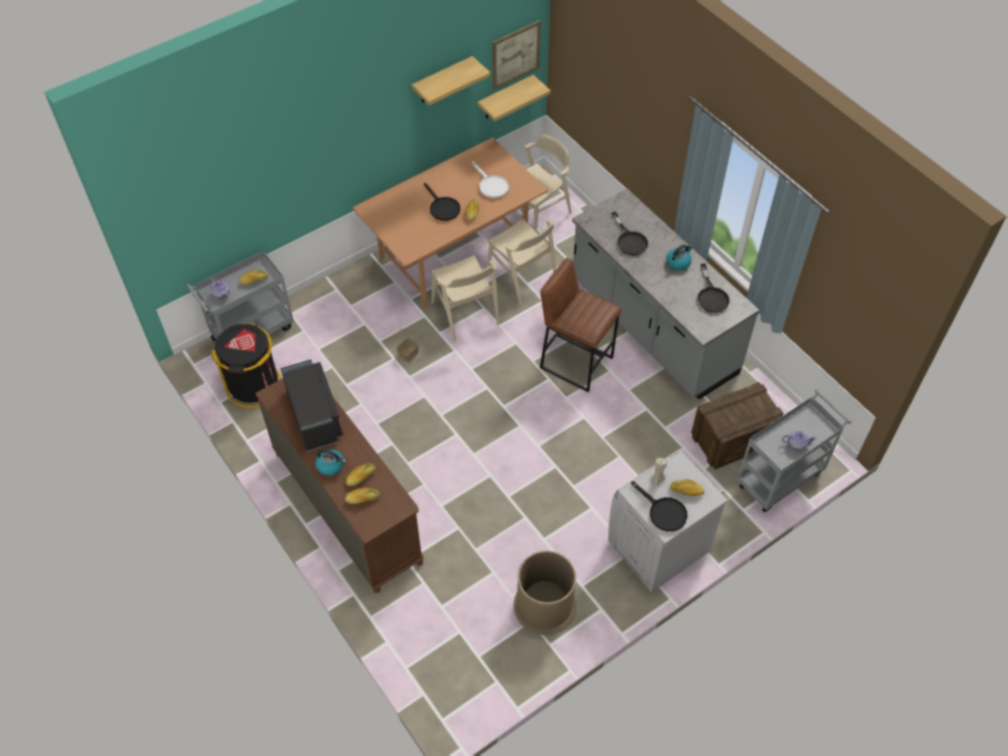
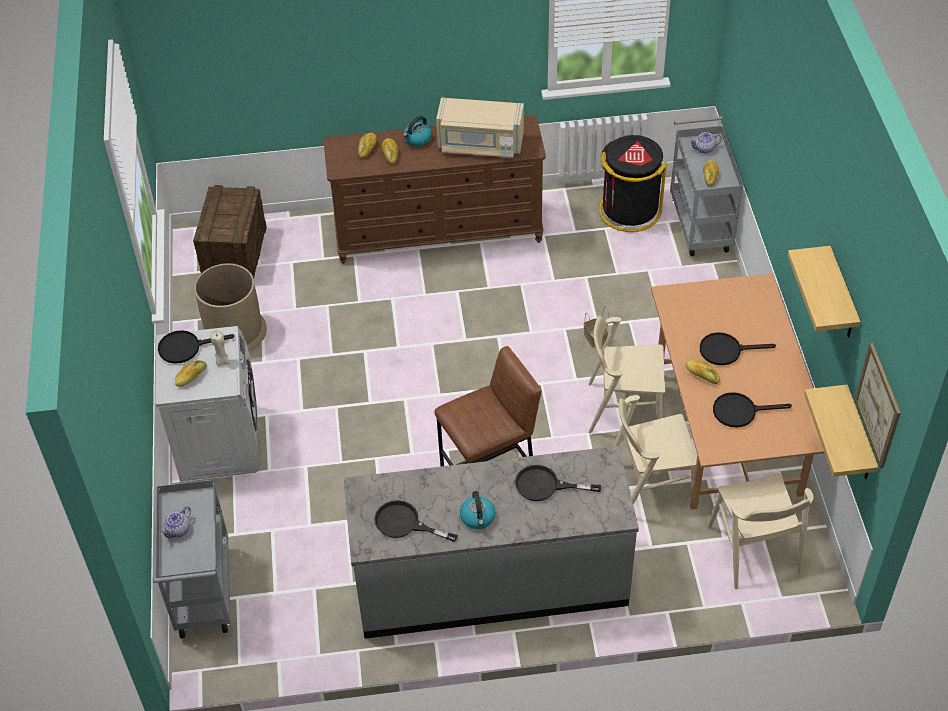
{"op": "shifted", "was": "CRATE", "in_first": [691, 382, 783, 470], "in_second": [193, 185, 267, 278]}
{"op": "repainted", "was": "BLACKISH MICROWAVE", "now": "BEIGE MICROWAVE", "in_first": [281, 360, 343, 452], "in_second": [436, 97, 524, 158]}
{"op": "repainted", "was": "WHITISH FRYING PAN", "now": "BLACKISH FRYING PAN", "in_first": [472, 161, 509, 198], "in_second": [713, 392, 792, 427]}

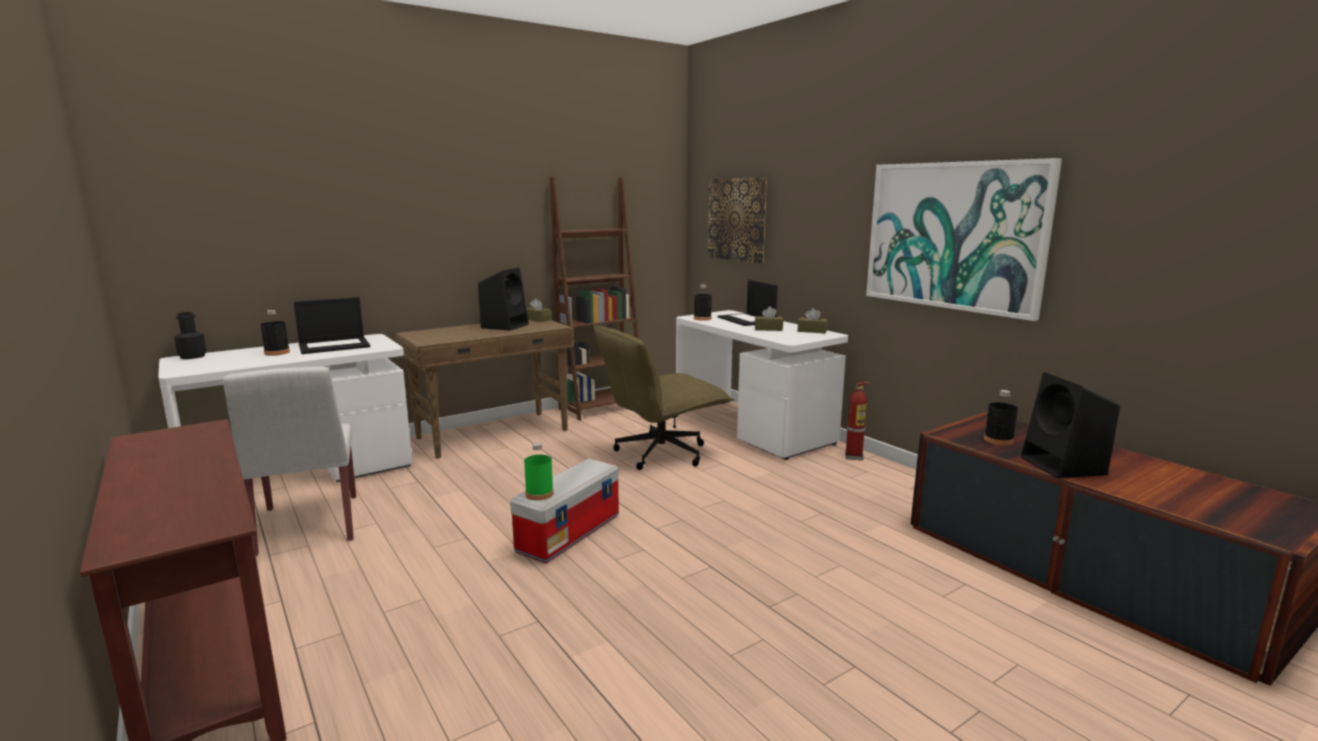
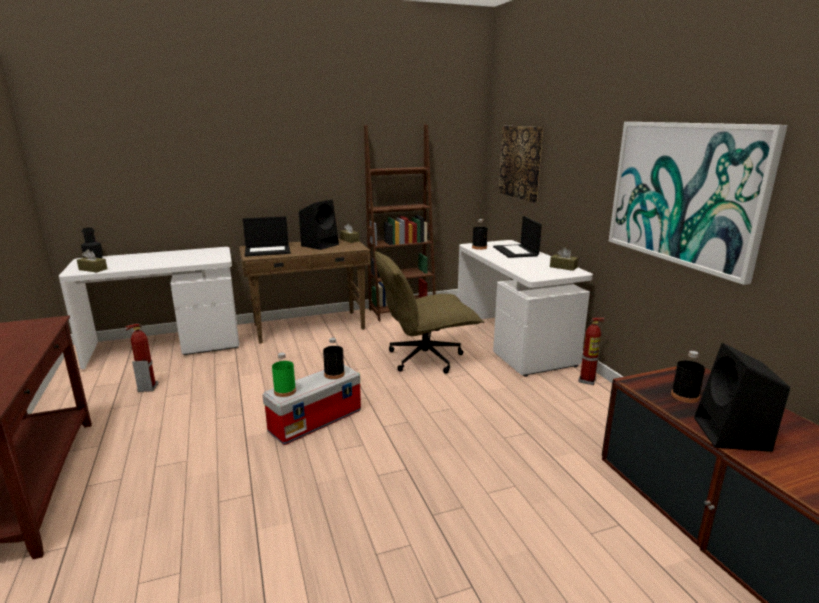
{"op": "shifted", "was": "BLACKISH BEVERAGE BOTTLE", "in_first": [260, 310, 290, 356], "in_second": [323, 338, 345, 379]}
{"op": "shifted", "was": "LAPTOP", "in_first": [294, 297, 370, 354], "in_second": [243, 216, 290, 257]}
{"op": "shifted", "was": "BROWN-COLOURED TISSUE HOLDER", "in_first": [755, 306, 783, 331], "in_second": [77, 250, 107, 273]}
{"op": "swapped", "was": "WHITISH UPRIGHT CHAIR", "now": "EXTINGUISHER", "in_first": [223, 367, 356, 557], "in_second": [125, 324, 158, 392]}

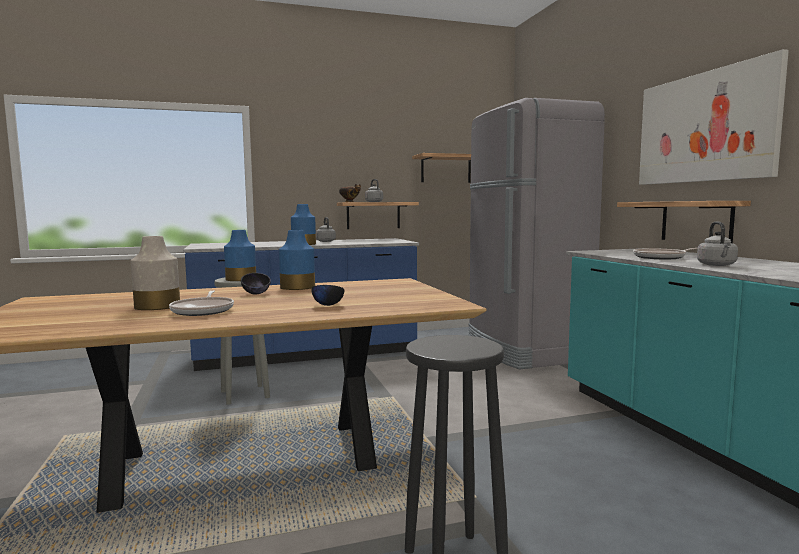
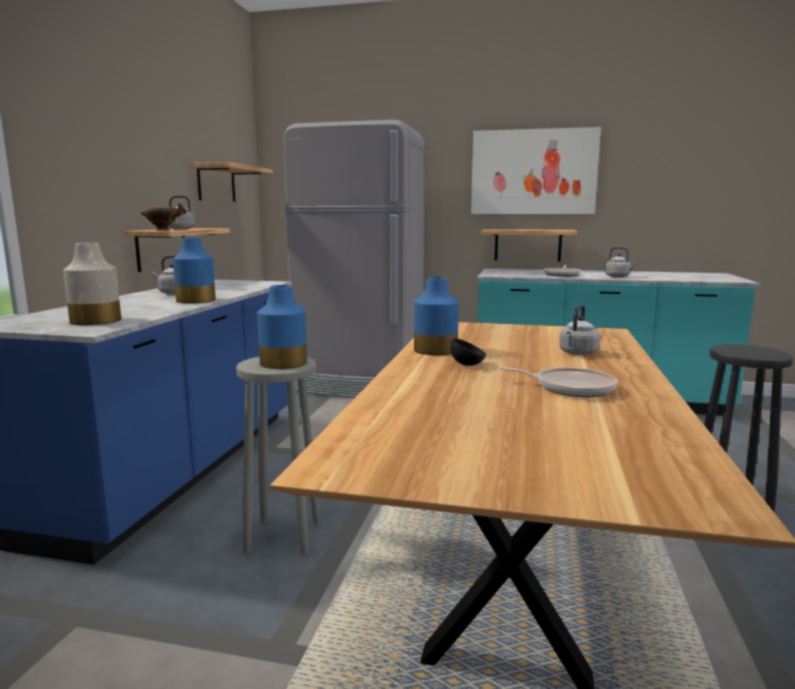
{"op": "shifted", "was": "BEIGE FLOWER VASE", "in_first": [131, 236, 180, 310], "in_second": [63, 243, 121, 325]}
{"op": "swapped", "was": "BLACKISH DEEP DISH", "now": "GREY WATER KETTLE", "in_first": [311, 285, 345, 306], "in_second": [559, 304, 601, 355]}

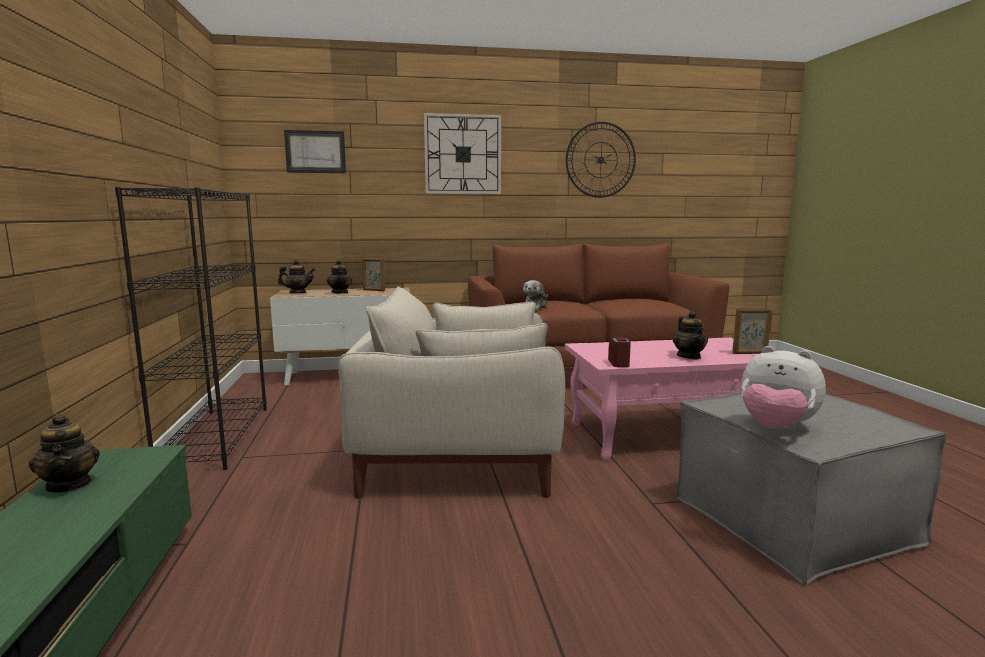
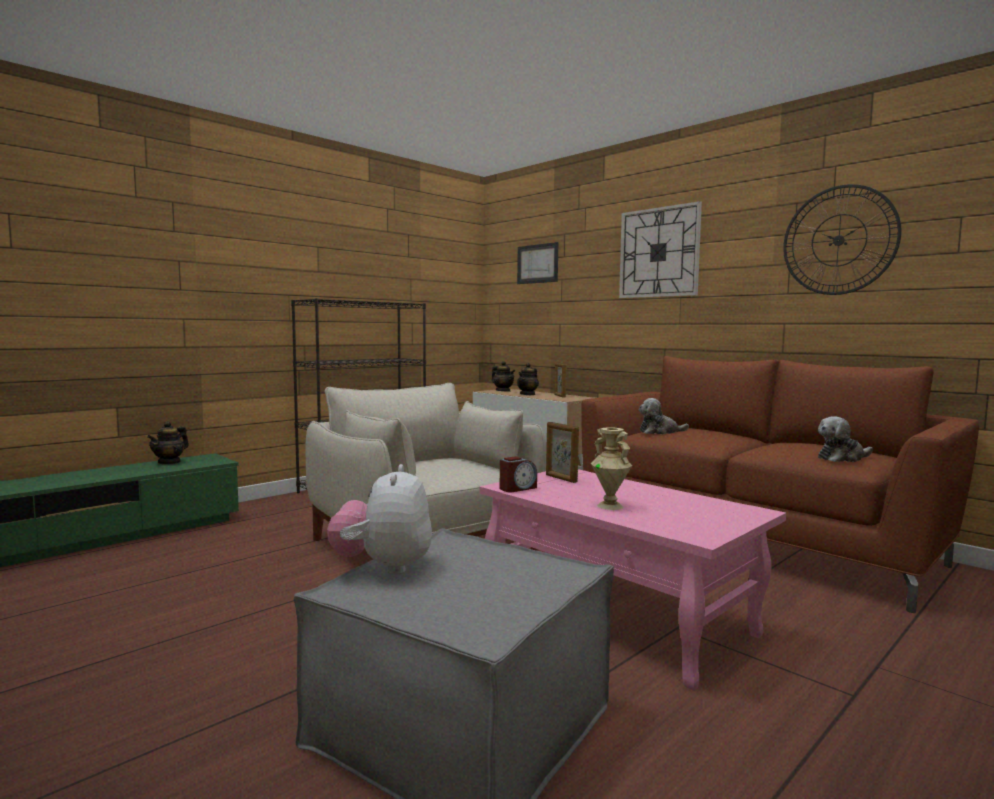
{"op": "new", "now": "CUDDLY TOY", "in_second": [818, 416, 873, 462]}
{"op": "shifted", "was": "PICTURE FRAME", "in_first": [732, 308, 772, 354], "in_second": [546, 422, 579, 483]}
{"op": "swapped", "was": "TEAPOT", "now": "BEIGE FLOWER VASE", "in_first": [673, 311, 708, 359], "in_second": [591, 427, 632, 510]}

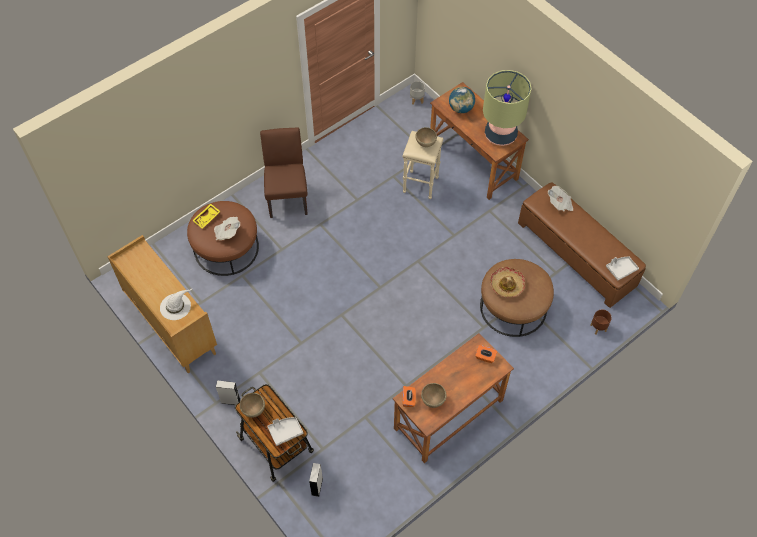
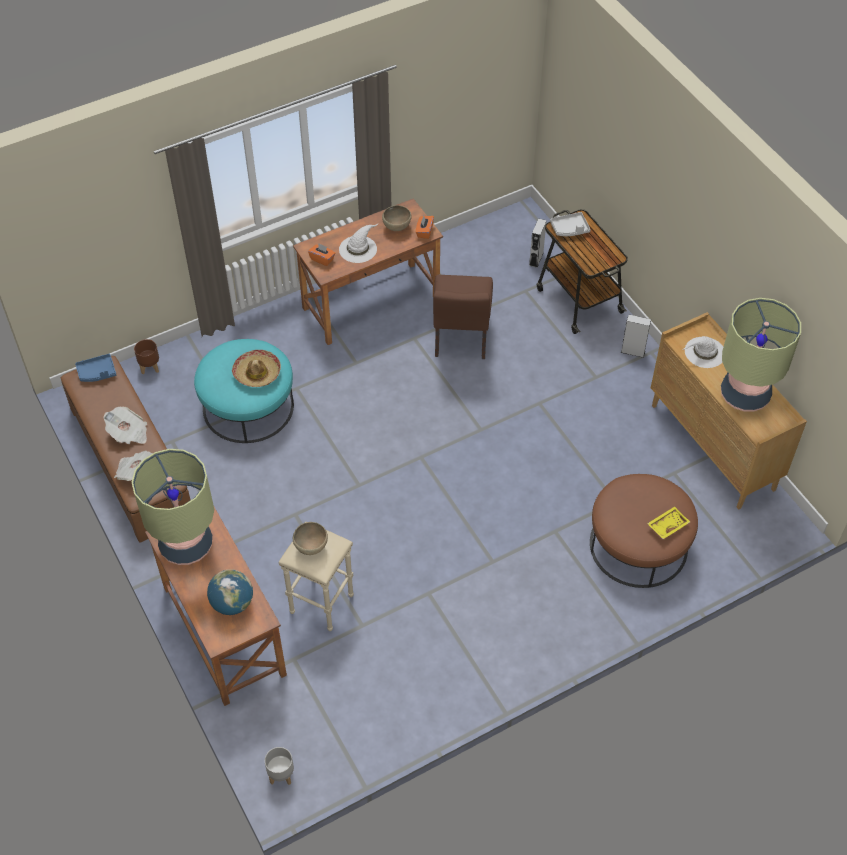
{"op": "gone", "was": "BROWN-COLOURED DEEP DISH", "in_first": [240, 393, 265, 418]}
{"op": "new", "now": "WHITISH WEARABLE HAT", "in_second": [339, 223, 379, 263]}
{"op": "new", "now": "TABLETOP LAMP", "in_second": [721, 298, 801, 412]}
{"op": "shifted", "was": "NEWSPAPER", "in_first": [214, 217, 240, 240], "in_second": [103, 407, 147, 444]}
{"op": "shifted", "was": "BROWN-COLOURED UPRIGHT CHAIR", "in_first": [260, 128, 308, 218], "in_second": [433, 274, 493, 359]}
{"op": "repainted", "was": "BROWN-COLOURED POUFFE", "now": "TURQUOISE-COLOURED POUFFE", "in_first": [480, 259, 554, 337], "in_second": [194, 339, 294, 443]}
{"op": "repainted", "was": "GREY TRAY", "now": "BLUE TRAY", "in_first": [606, 257, 639, 280], "in_second": [75, 354, 116, 382]}

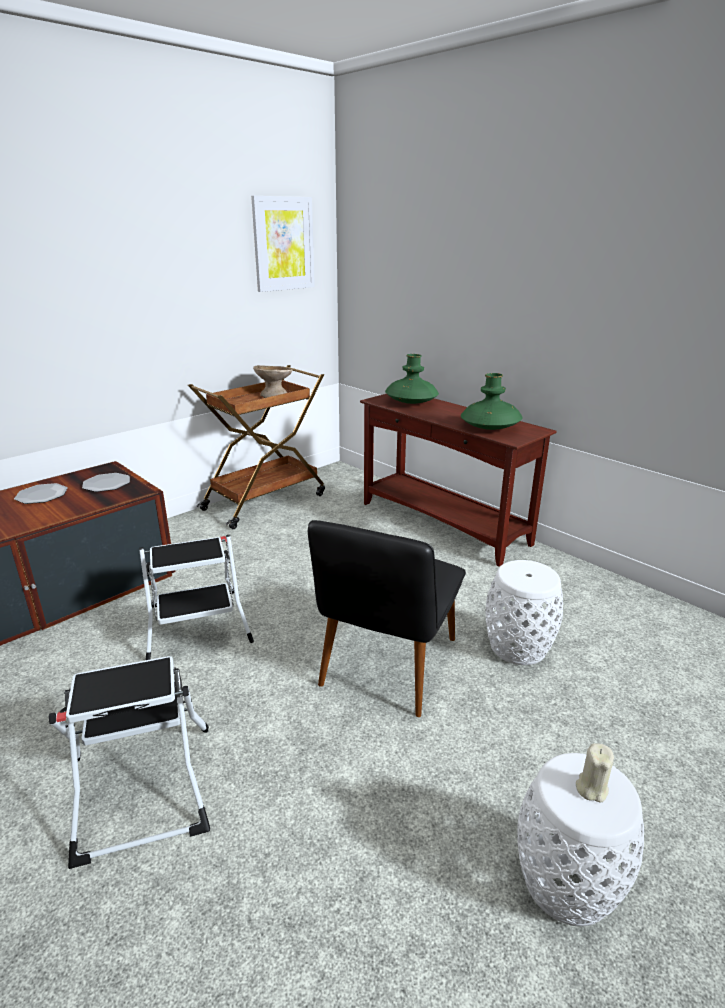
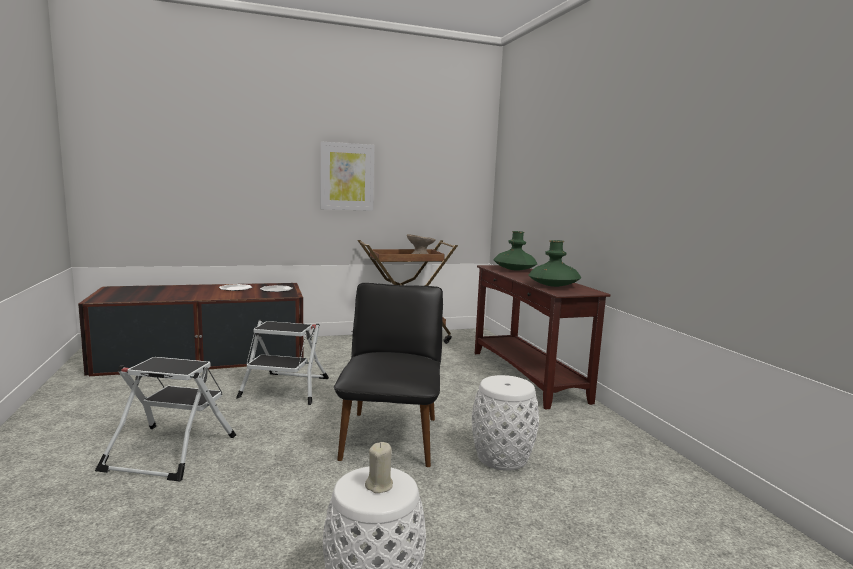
{"op": "shifted", "was": "PICTURE", "in_first": [251, 196, 315, 292], "in_second": [320, 141, 375, 211]}
{"op": "rotated", "was": "BLACKISH UPRIGHT CHAIR", "in_first": [308, 520, 466, 717], "in_second": [334, 283, 443, 467], "clockwise": 135}

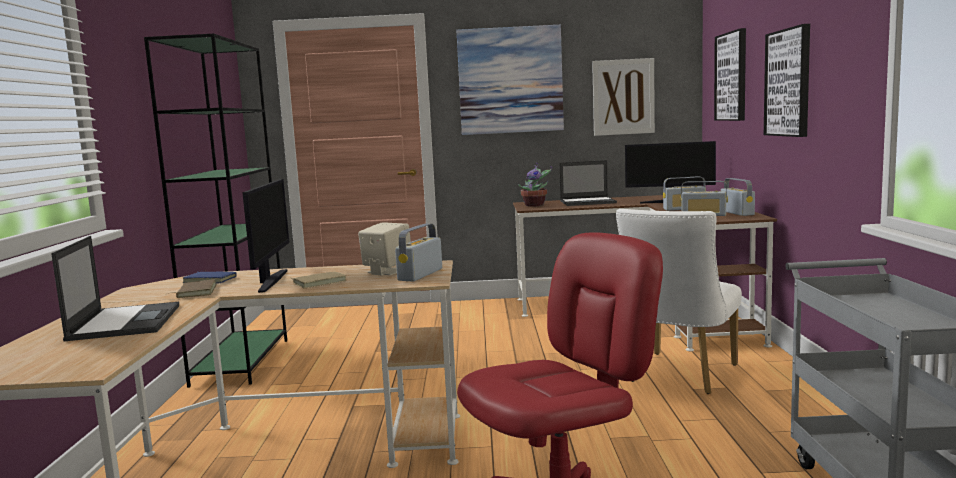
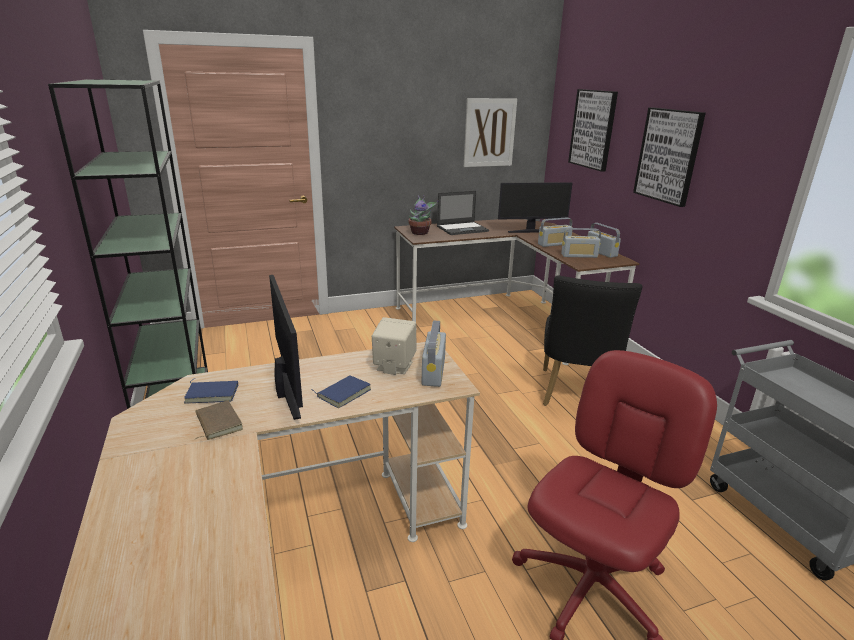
{"op": "gone", "was": "LAPTOP", "in_first": [51, 236, 179, 341]}
{"op": "gone", "was": "PICTURE", "in_first": [456, 25, 564, 135]}
{"op": "repainted", "was": "BEIGE BOUND BOOK", "now": "BLUE BOUND BOOK", "in_first": [290, 271, 346, 288], "in_second": [311, 375, 371, 408]}
{"op": "repainted", "was": "WHITISH UPRIGHT CHAIR", "now": "BLACKISH UPRIGHT CHAIR", "in_first": [616, 209, 742, 394], "in_second": [543, 275, 642, 406]}

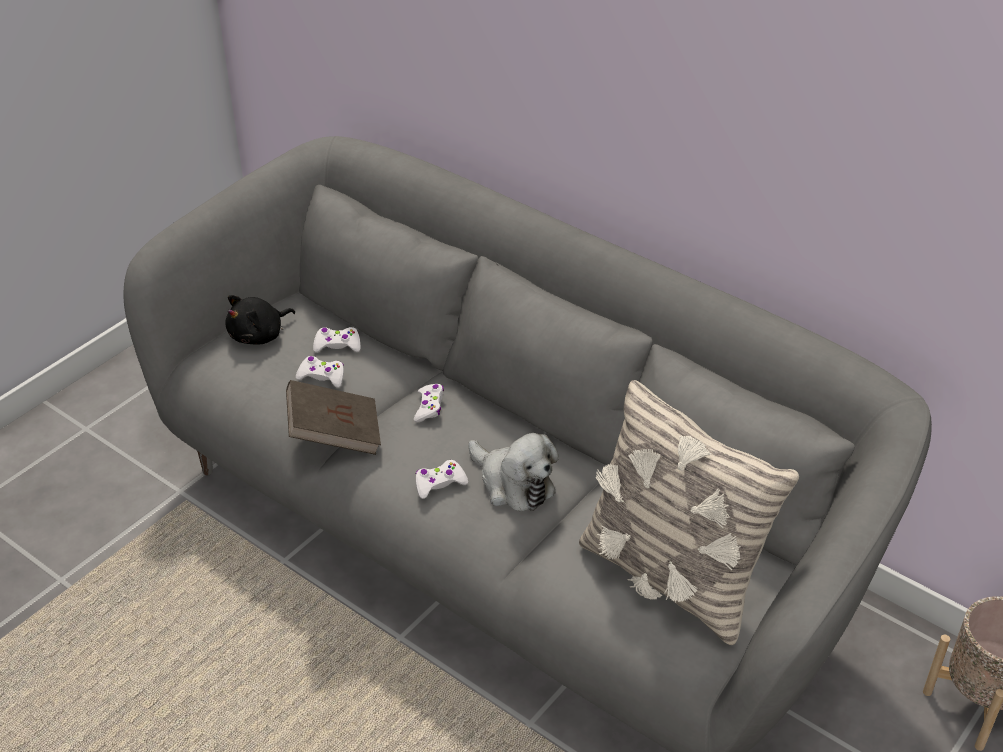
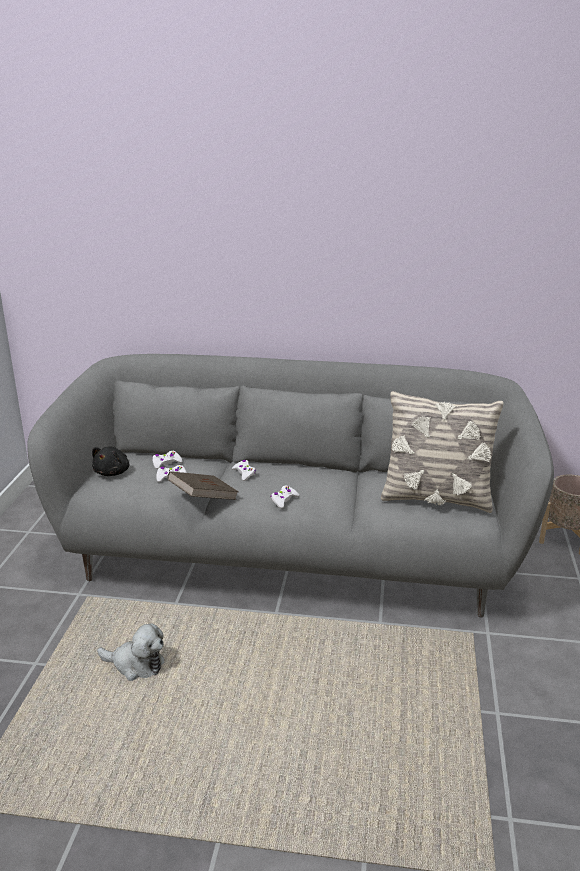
{"op": "shifted", "was": "CUDDLY TOY", "in_first": [468, 433, 559, 511], "in_second": [97, 623, 165, 681]}

